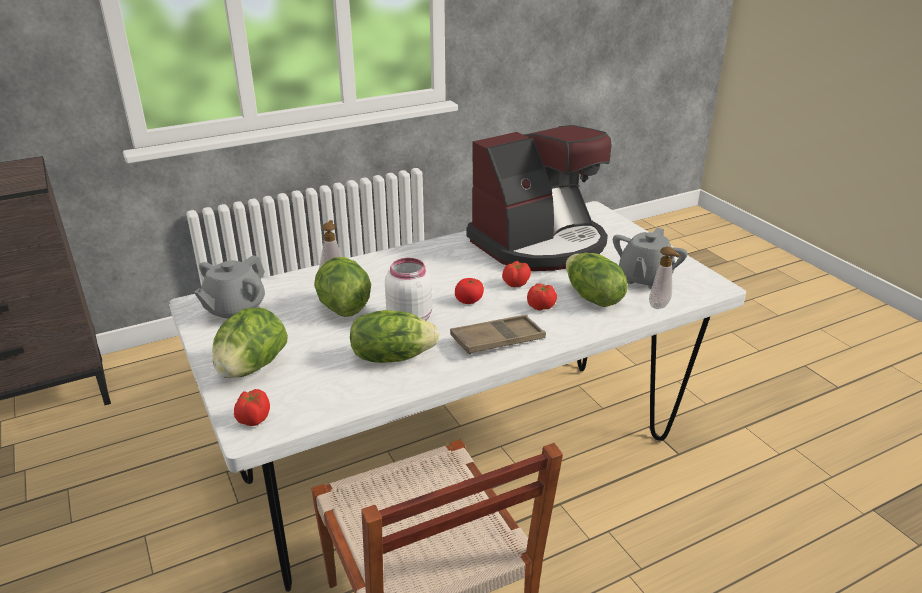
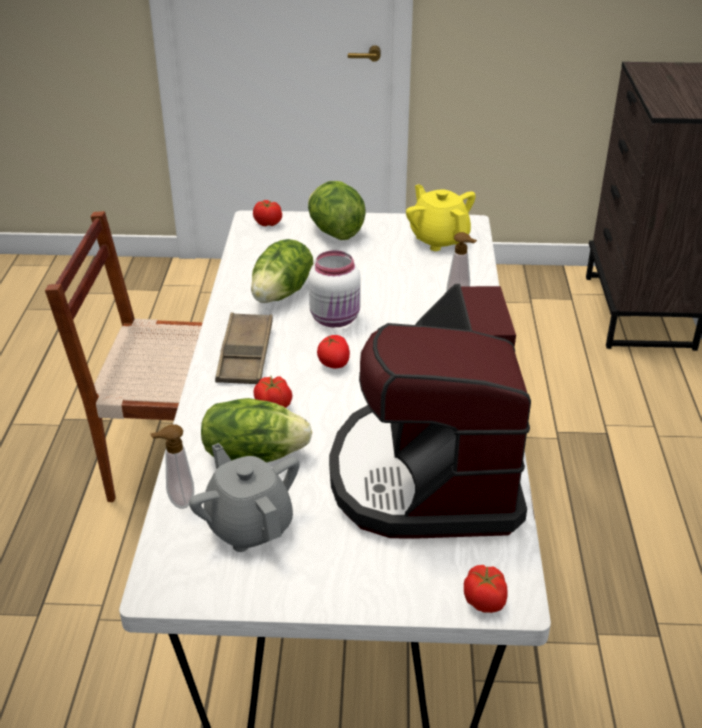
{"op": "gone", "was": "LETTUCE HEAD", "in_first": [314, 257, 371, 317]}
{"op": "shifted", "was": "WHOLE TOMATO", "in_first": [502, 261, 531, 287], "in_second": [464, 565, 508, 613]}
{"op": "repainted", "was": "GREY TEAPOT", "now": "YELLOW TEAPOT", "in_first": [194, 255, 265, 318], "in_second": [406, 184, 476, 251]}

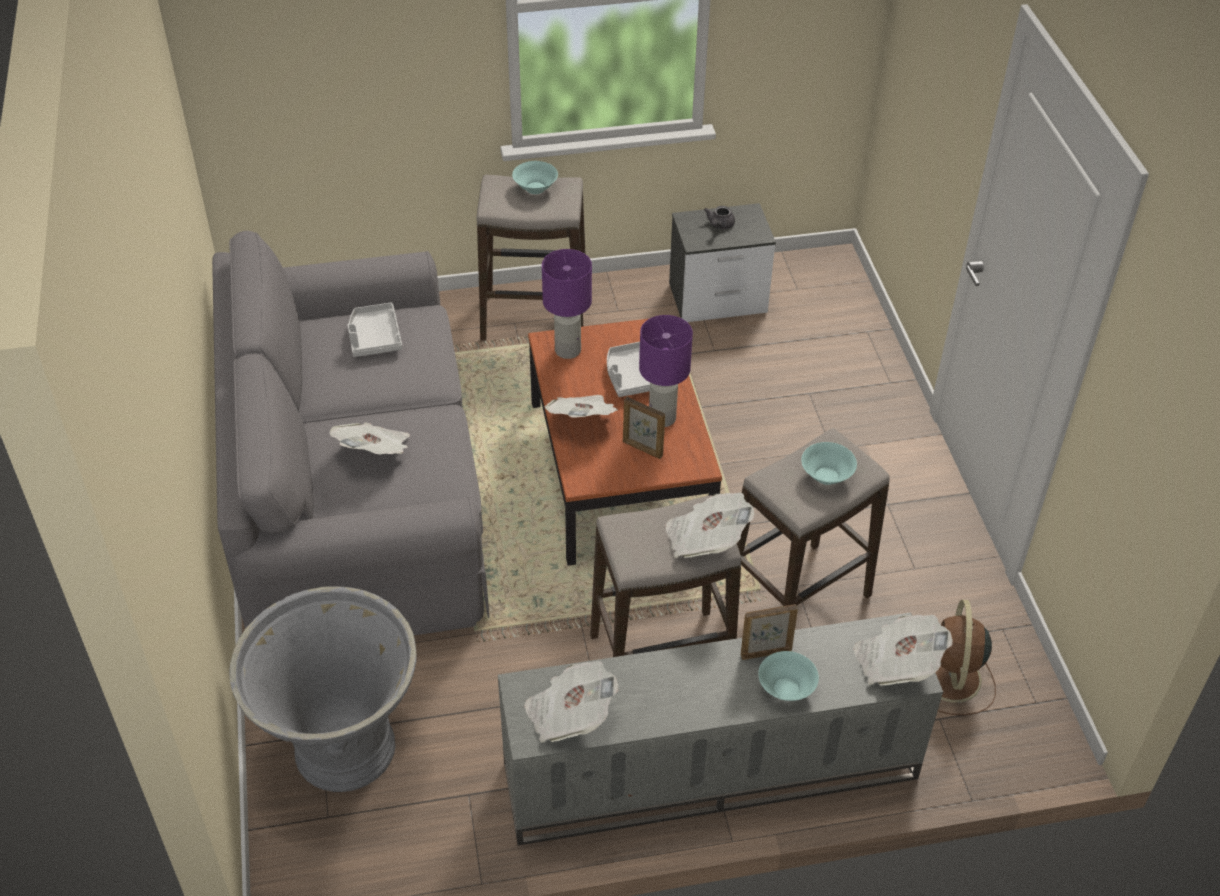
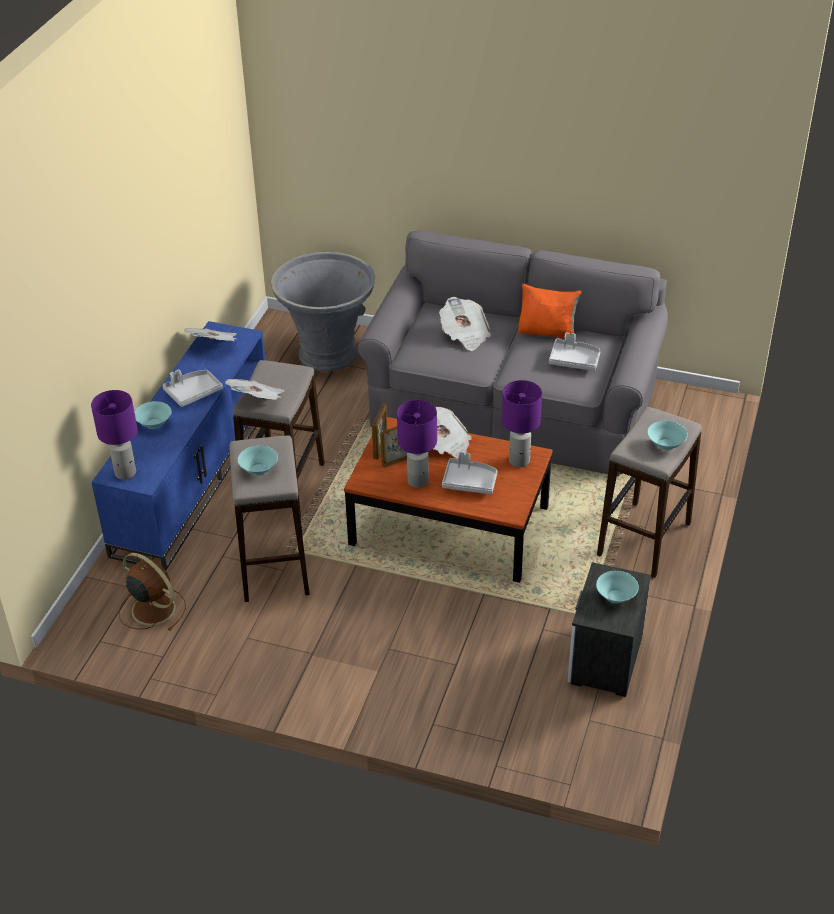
{"op": "new", "now": "GREY TRAY", "in_second": [163, 369, 223, 407]}
{"op": "new", "now": "ORANGEY CUSHION", "in_second": [518, 284, 582, 339]}
{"op": "shifted", "was": "PICTURE FRAME", "in_first": [741, 604, 798, 660], "in_second": [372, 404, 388, 459]}
{"op": "swapped", "was": "GREY TEAPOT", "now": "TURQUOISE-COLOURED DEEP DISH", "in_first": [704, 206, 735, 229], "in_second": [596, 571, 639, 603]}
{"op": "swapped", "was": "NEWSPAPER", "now": "PURPLISH TABLETOP LAMP", "in_first": [853, 615, 953, 685], "in_second": [91, 390, 138, 480]}
{"op": "repainted", "was": "GREY TV UNIT", "now": "BLUE TV UNIT", "in_first": [498, 612, 943, 846], "in_second": [91, 321, 266, 570]}

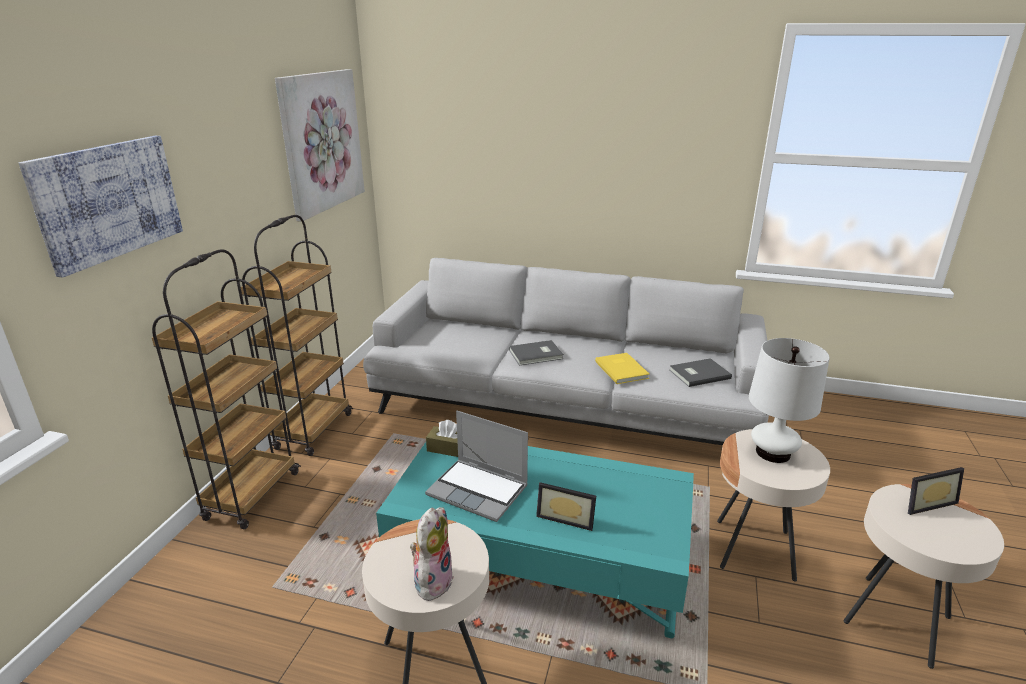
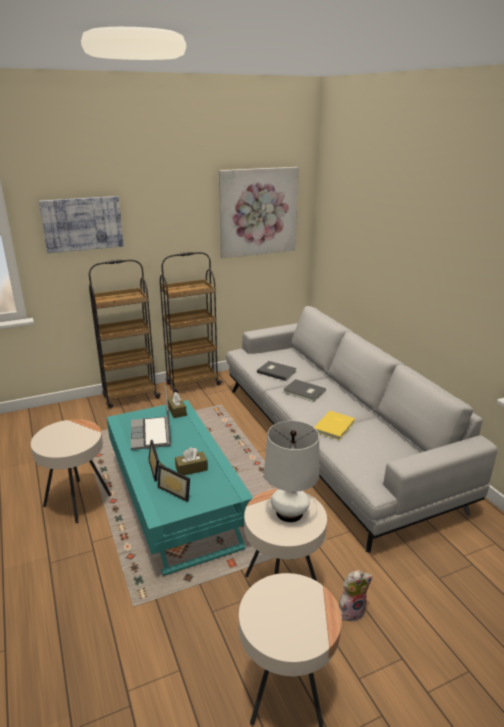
{"op": "new", "now": "BROWN-COLOURED TISSUE HOLDER", "in_second": [175, 447, 208, 475]}
{"op": "shifted", "was": "CUDDLY TOY", "in_first": [410, 507, 454, 604], "in_second": [339, 570, 372, 621]}
{"op": "shifted", "was": "GREY BOUND BOOK", "in_first": [669, 358, 732, 387], "in_second": [257, 361, 297, 381]}
{"op": "shifted", "was": "PICTURE FRAME", "in_first": [908, 467, 964, 515], "in_second": [157, 464, 190, 502]}

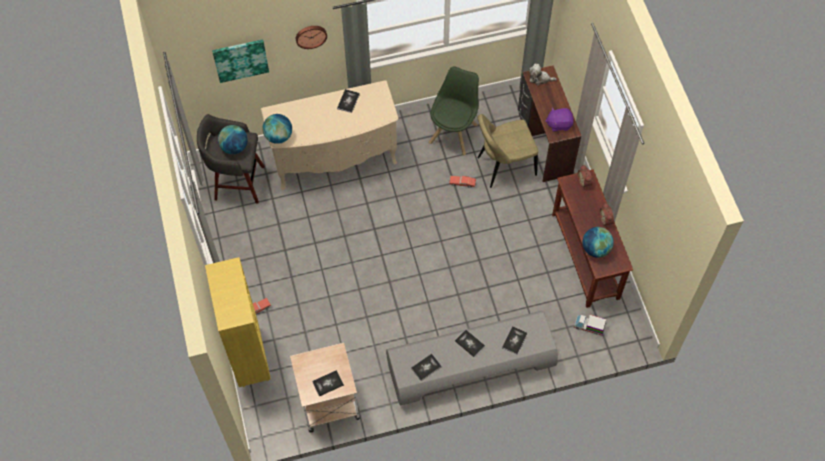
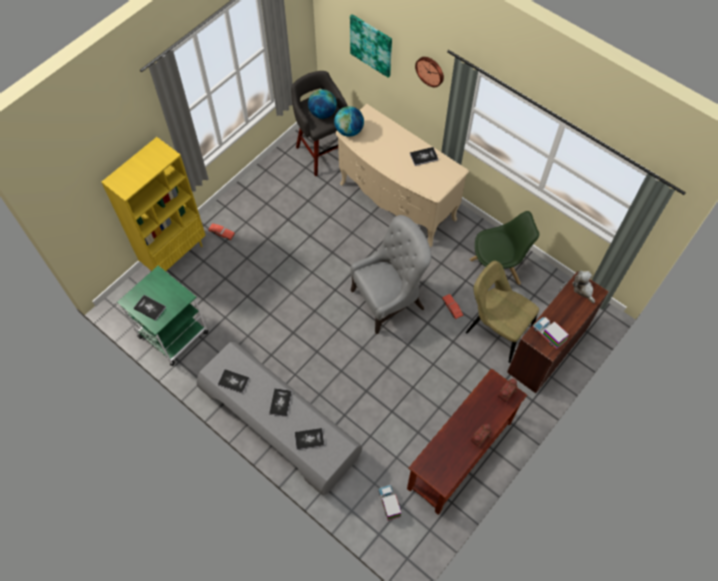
{"op": "gone", "was": "WORLD GLOBE", "in_first": [582, 227, 614, 258]}
{"op": "new", "now": "GREY UPRIGHT CHAIR", "in_second": [350, 215, 431, 334]}
{"op": "swapped", "was": "PURPLISH CUDDLY TOY", "now": "TOY TRUCK", "in_first": [545, 108, 574, 132], "in_second": [532, 317, 569, 350]}
{"op": "repainted", "was": "BEIGE WHEELED CART", "now": "GREEN-COLOURED WHEELED CART", "in_first": [290, 343, 360, 433], "in_second": [117, 266, 208, 366]}

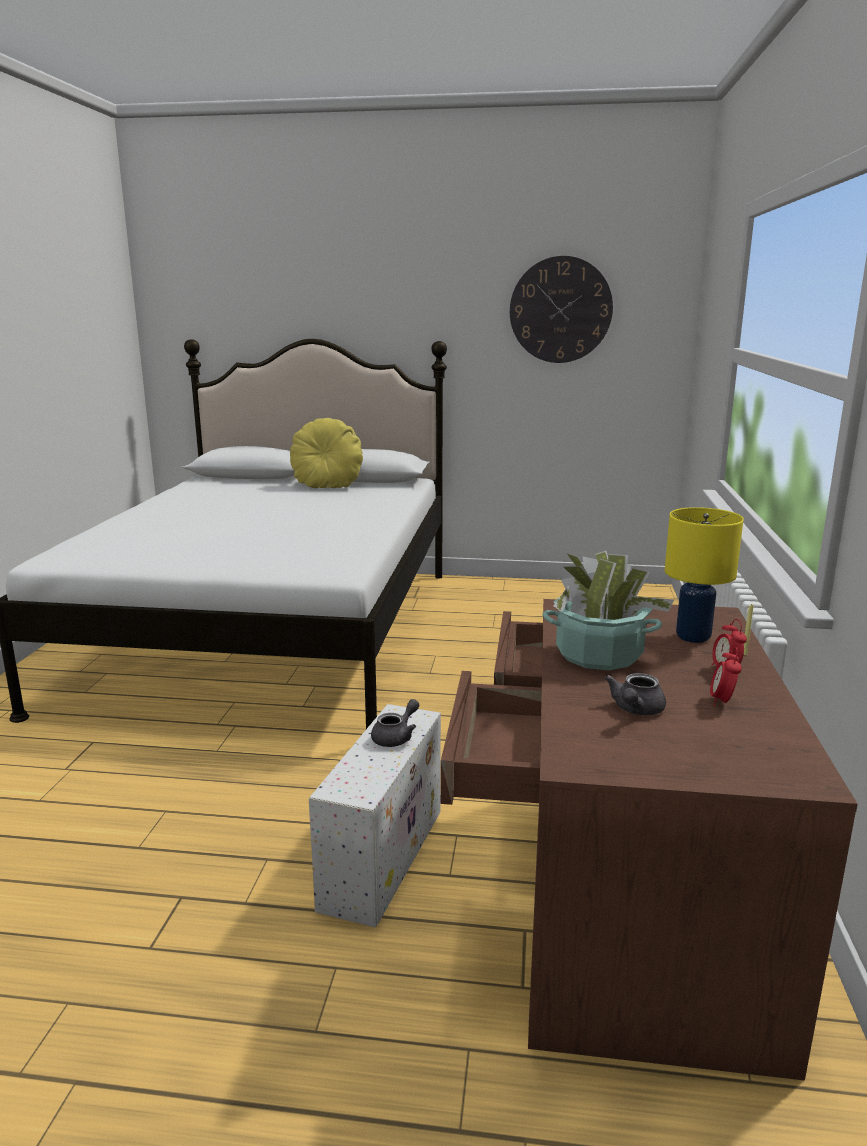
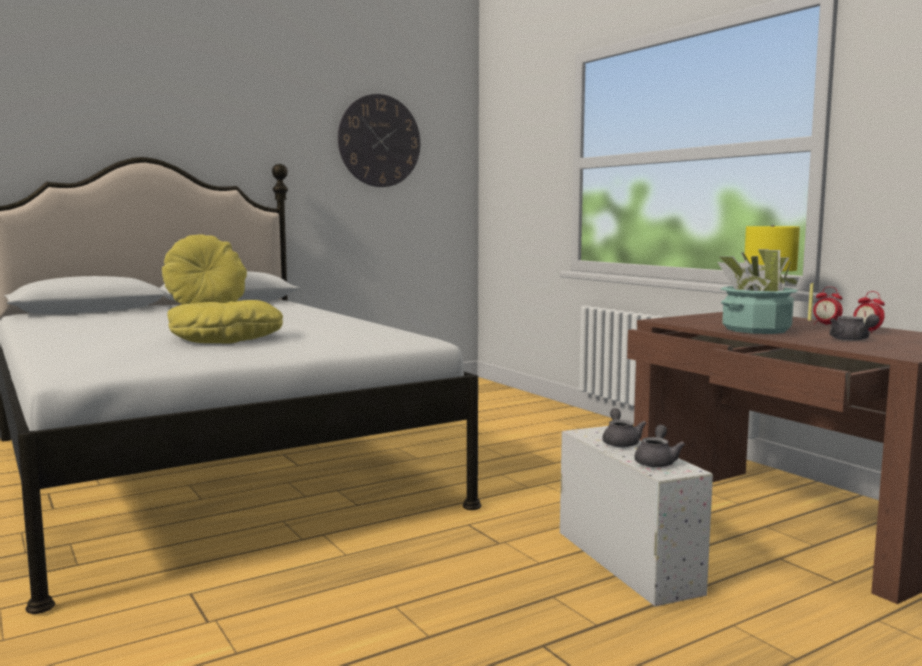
{"op": "new", "now": "YELLOW CUSHION", "in_second": [167, 300, 283, 344]}
{"op": "new", "now": "GREY TEAPOT", "in_second": [634, 425, 685, 467]}

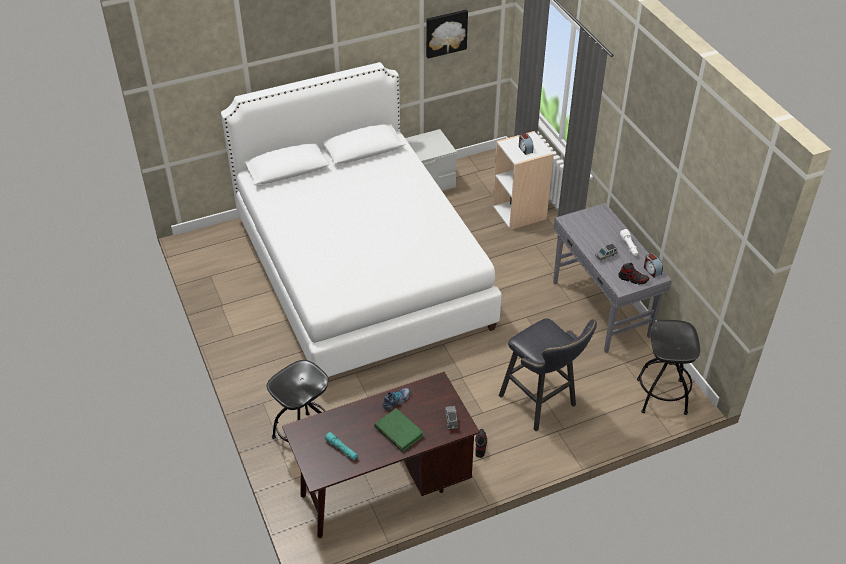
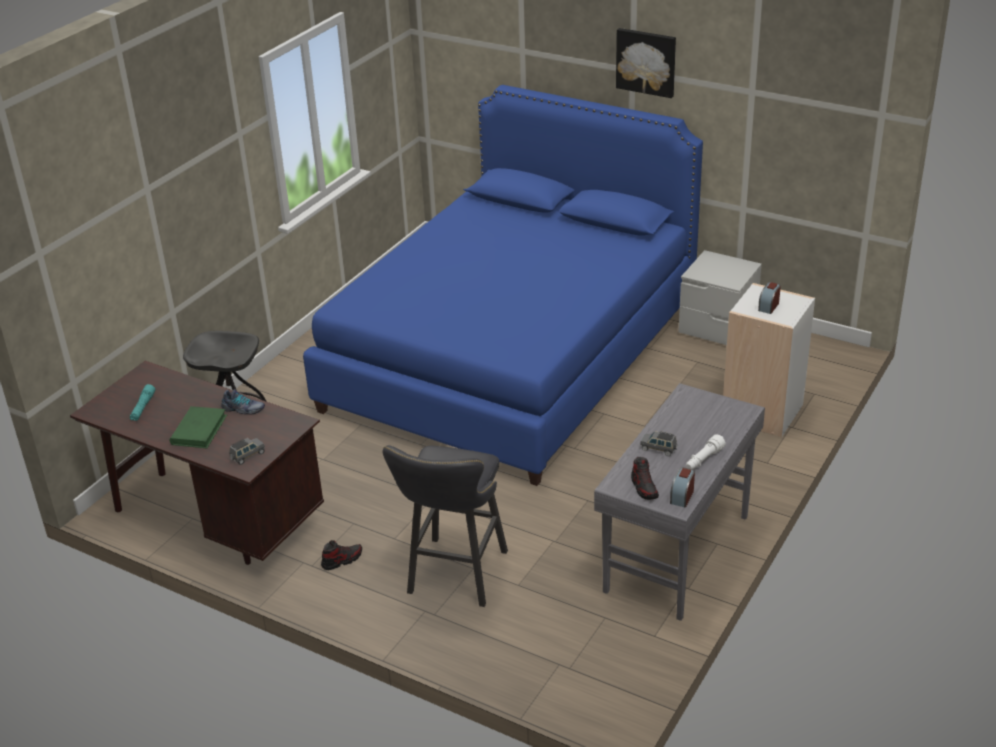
{"op": "gone", "was": "BLACKISH STOOL SEAT", "in_first": [637, 320, 700, 415]}
{"op": "shifted", "was": "PICTURE", "in_first": [426, 10, 468, 58], "in_second": [616, 28, 676, 98]}
{"op": "repainted", "was": "WHITISH BEDROOM BED", "now": "BLUE BEDROOM BED", "in_first": [221, 62, 501, 377], "in_second": [303, 85, 703, 486]}

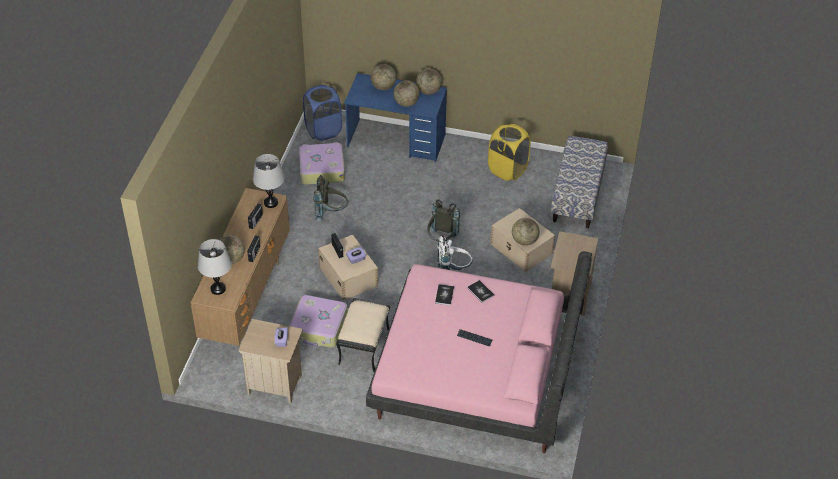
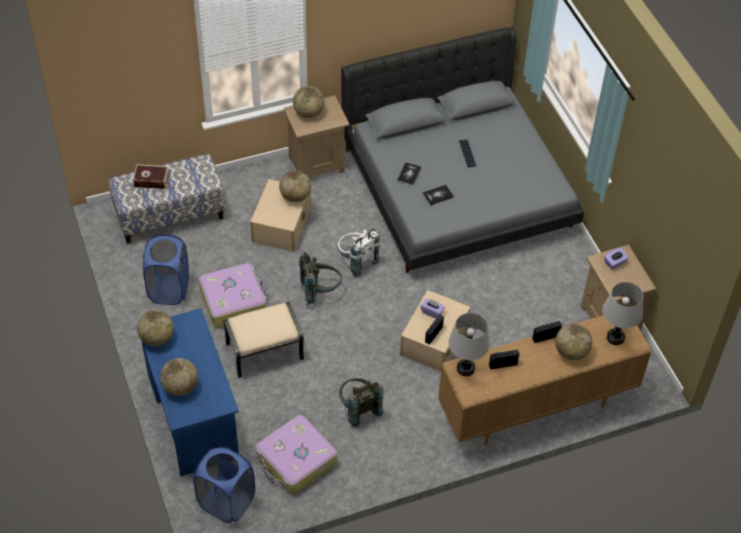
{"op": "new", "now": "BOUND BOOK", "in_second": [133, 164, 169, 189]}
{"op": "shifted", "was": "TRAVEL CASE", "in_first": [289, 295, 348, 348], "in_second": [199, 263, 267, 328]}
{"op": "shifted", "was": "BEIGE POUFFE", "in_first": [336, 298, 390, 372], "in_second": [223, 302, 304, 378]}
{"op": "shifted", "was": "WORLD GLOBE", "in_first": [393, 80, 420, 107], "in_second": [293, 86, 324, 118]}
{"op": "repainted", "was": "PINK-COLOURED BEDROOM BED", "now": "GREY BEDROOM BED", "in_first": [366, 251, 592, 453], "in_second": [341, 27, 584, 273]}
{"op": "repainted", "was": "YELLOW WASHING BASKET", "now": "BLUE WASHING BASKET", "in_first": [488, 124, 530, 181], "in_second": [143, 235, 189, 305]}

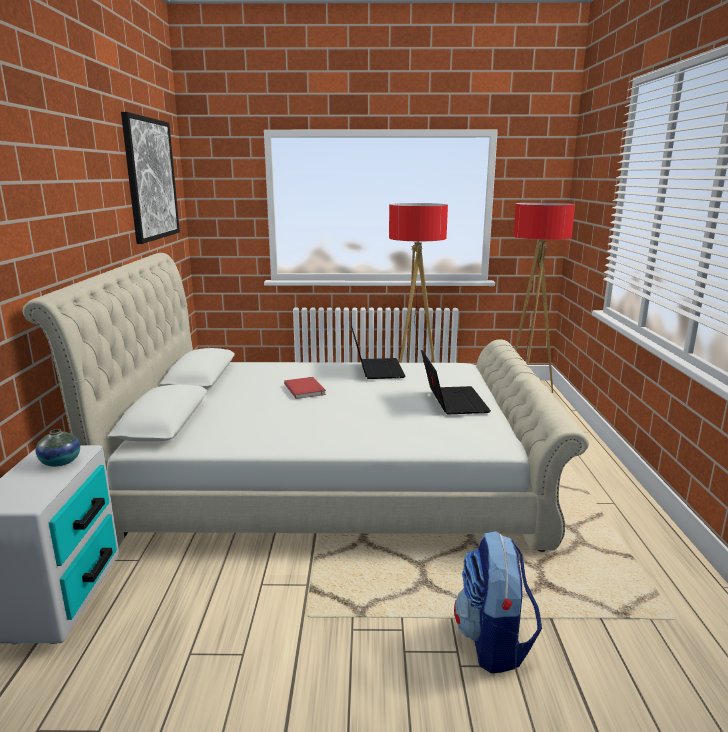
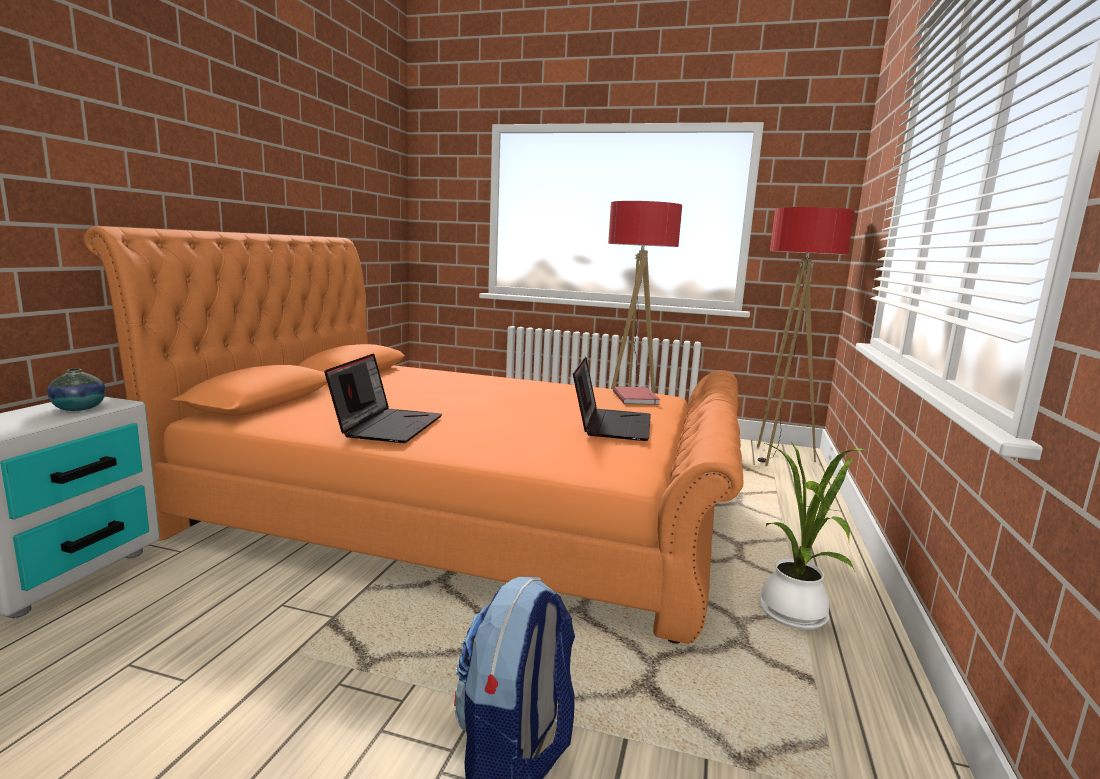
{"op": "gone", "was": "PICTURE", "in_first": [121, 112, 180, 244]}
{"op": "new", "now": "PLANT IN A POT", "in_second": [759, 442, 867, 630]}
{"op": "shifted", "was": "RED-COLOURED BOUND BOOK", "in_first": [284, 377, 326, 399], "in_second": [613, 387, 660, 405]}
{"op": "shifted", "was": "LAPTOP", "in_first": [351, 326, 405, 379], "in_second": [324, 353, 442, 443]}
{"op": "repainted", "was": "BEIGE BEDROOM BED", "now": "ORANGEY BEDROOM BED", "in_first": [22, 253, 589, 552], "in_second": [84, 226, 744, 644]}

